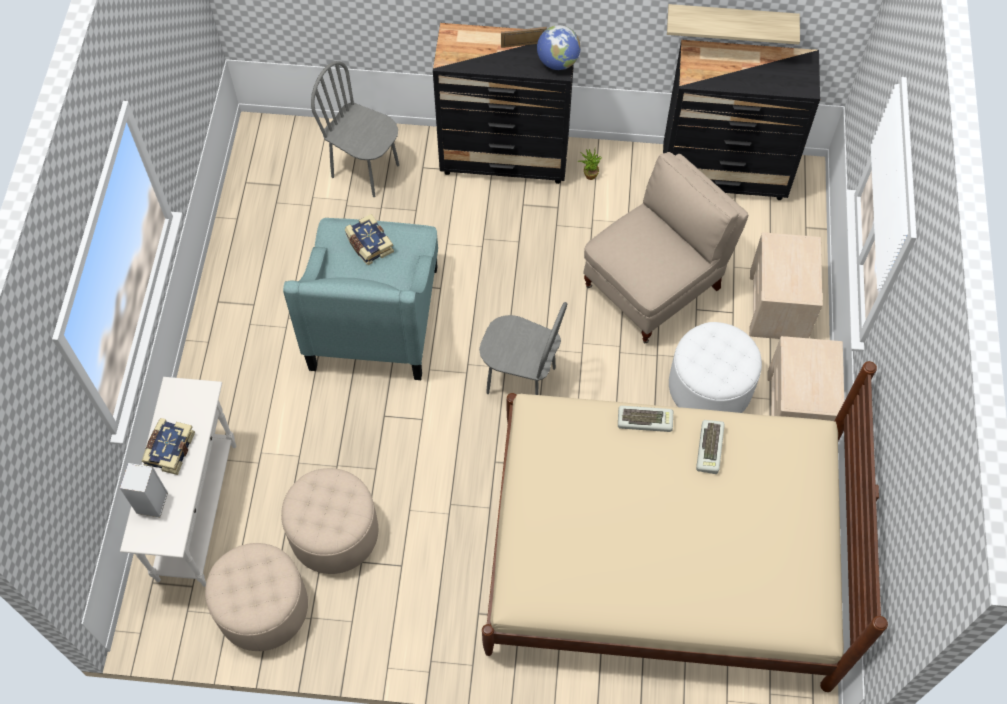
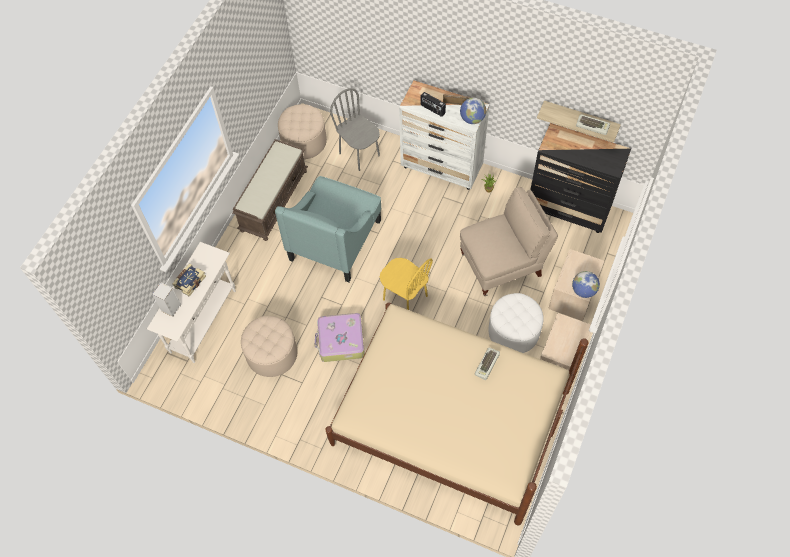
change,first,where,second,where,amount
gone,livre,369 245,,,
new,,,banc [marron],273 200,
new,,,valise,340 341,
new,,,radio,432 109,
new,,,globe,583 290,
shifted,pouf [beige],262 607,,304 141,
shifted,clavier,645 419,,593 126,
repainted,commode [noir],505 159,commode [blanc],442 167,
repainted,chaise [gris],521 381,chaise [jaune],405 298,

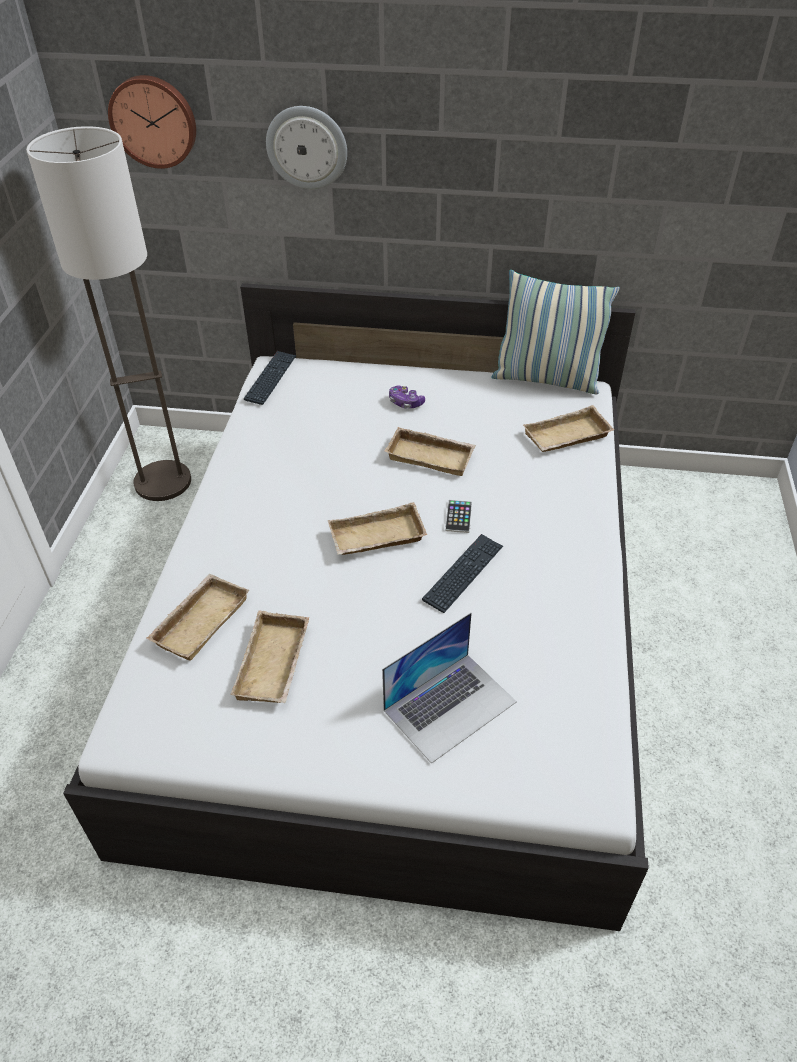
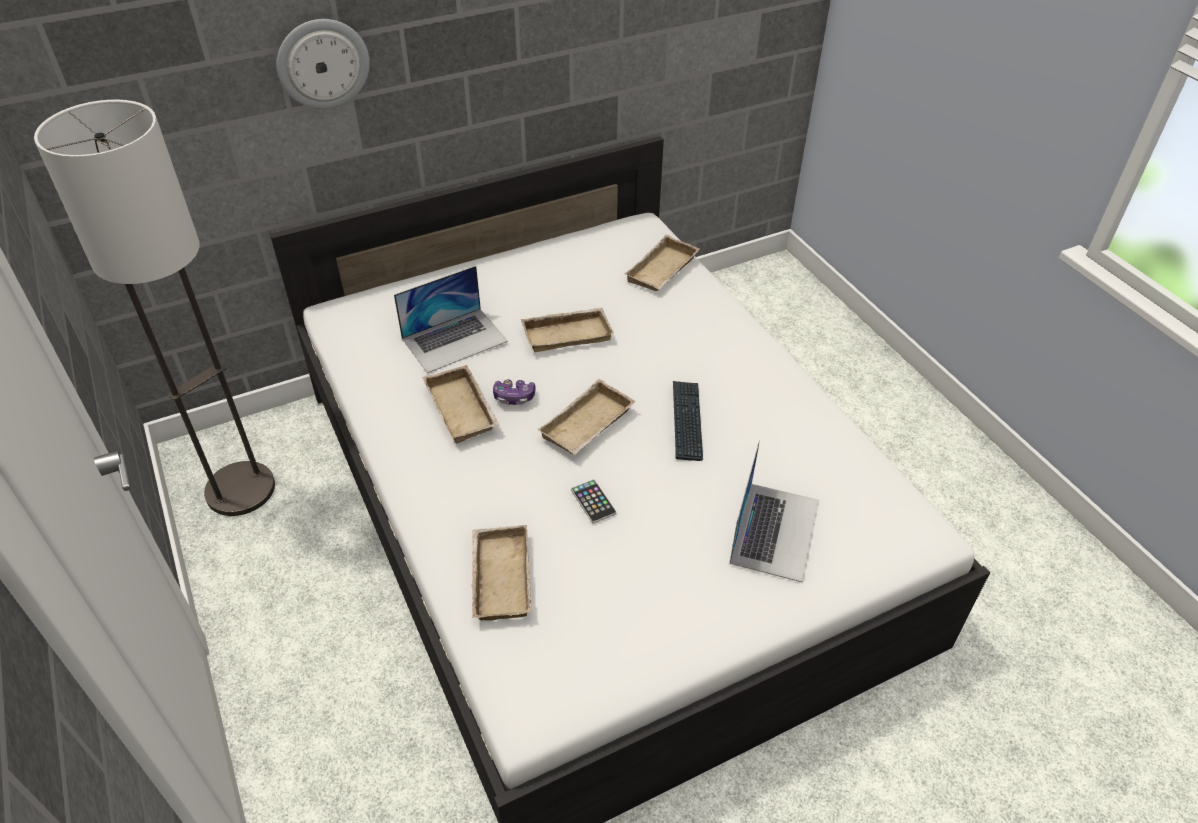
change,first,where,second,where,amount
gone,horloge murale,154 121,,,
gone,clavier,271 378,,,
gone,coussin,546 379,,,
new,,,ordinateur portable,455 339,
shifted,plateau [beige],275 664,,464 409,
shifted,manette,405 403,,514 397,
shifted,téléphone,458 517,,593 501,

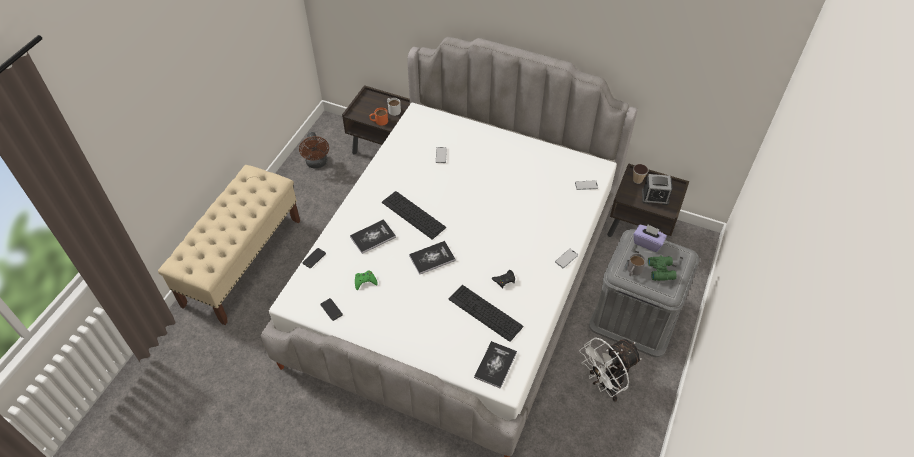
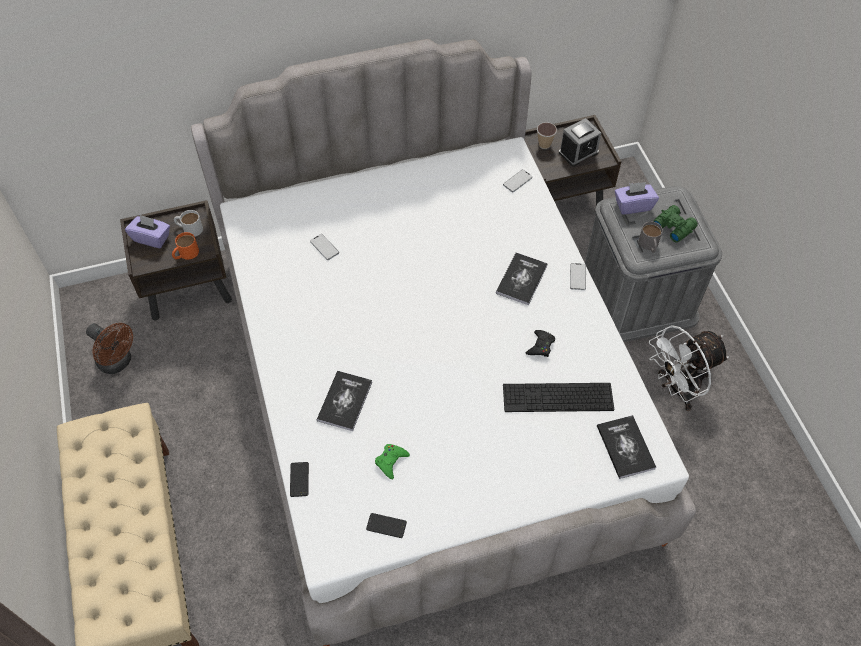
change,first,where,second,where,amount
gone,clavier,413 215,,,
new,,,boîte à mouchoirs [violet],152 238,
shifted,livre,432 258,,521 279,
rotated,ventilateur [blanc],605 384,,677 389,45 degrees clockwise

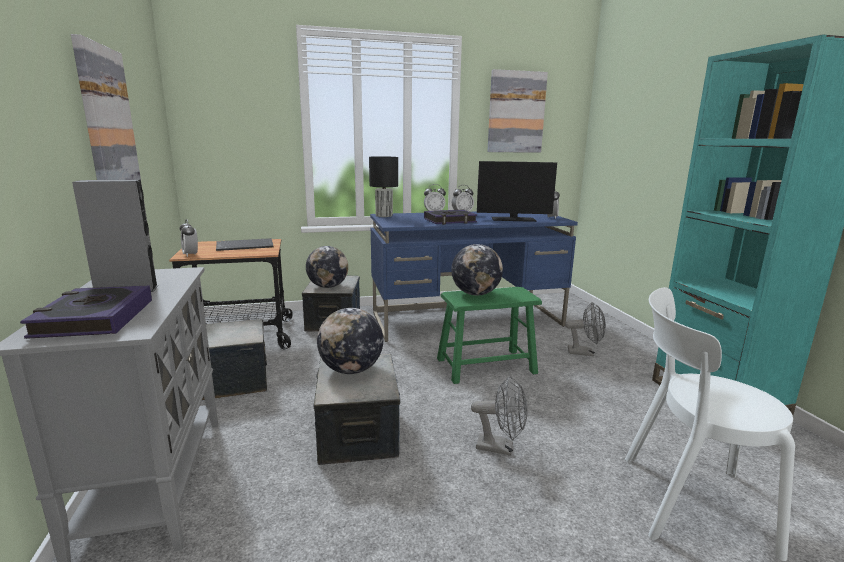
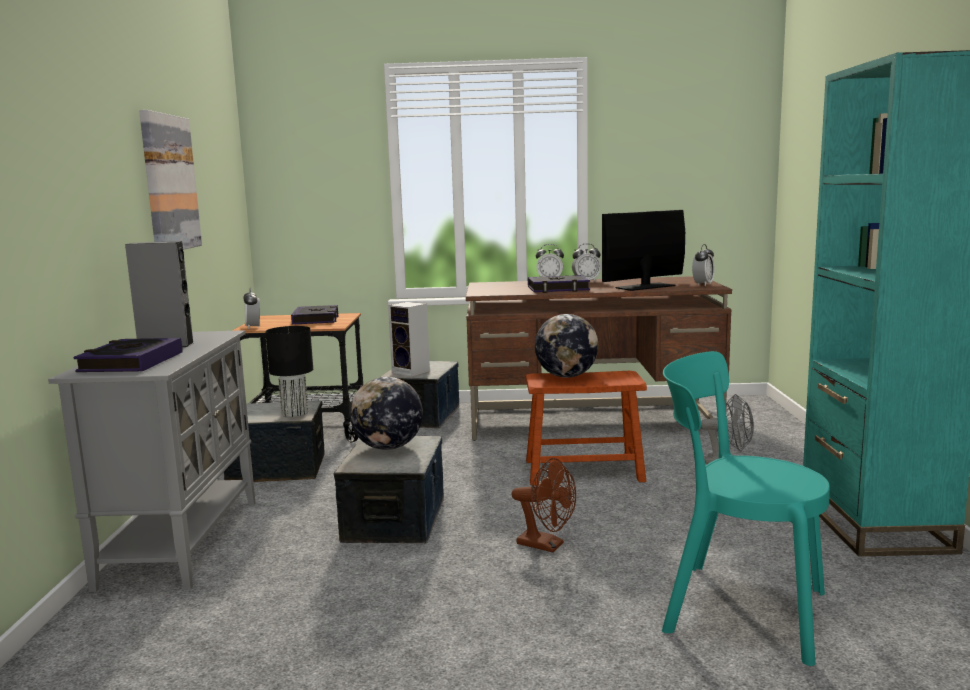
change,first,where,second,where,amount
gone,tableau,516 112,,,
shifted,lampe de table [noir],384 215,,295 414,
swapped,clavier,246 246,livre,316 319,
swapped,globe,328 286,enceinte,412 372,
repainted,bureau [bleu],467 319,bureau [marron],593 422,
repainted,tabouret [vert],486 366,tabouret [marron],583 470,
repainted,ventilateur [gris],501 447,ventilateur [marron],547 545,
repainted,chaise [blanc],686 501,chaise [turquoise],736 608,
rotated,écran d'ordinateur,513 219,,645 287,135 degrees clockwise

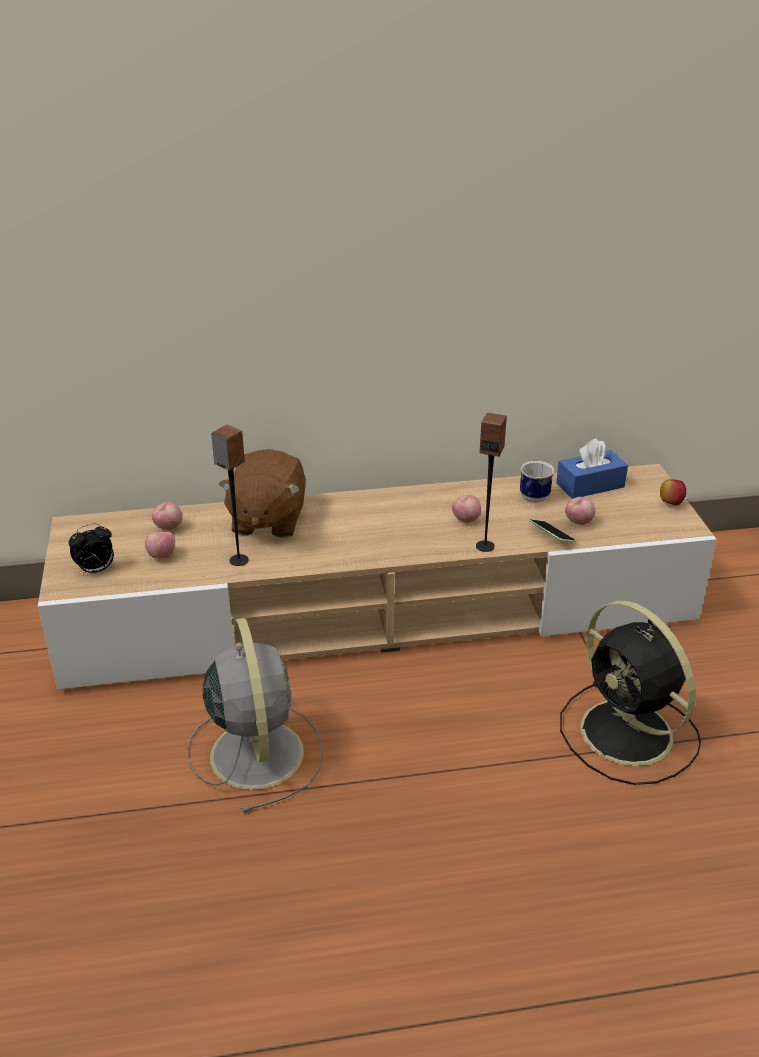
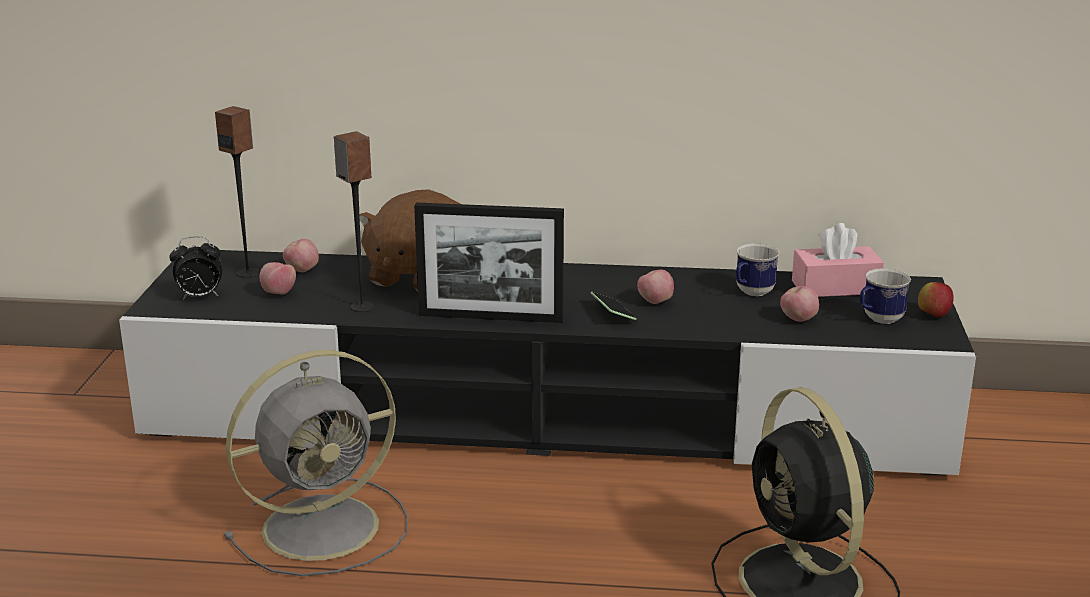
change,first,where,second,where,amount
new,,,cadre photo,490 317,
new,,,mug,878 320,
shifted,enceinte,485 546,,248 273,
shifted,téléphone,551 537,,612 314,
repainted,meuble télé [beige],381 612,meuble télé [noir],547 416,
repainted,boîte à mouchoirs [bleu],590 485,boîte à mouchoirs [rose],835 287,
rotated,ventilateur [gris],256 751,,326 526,60 degrees clockwise

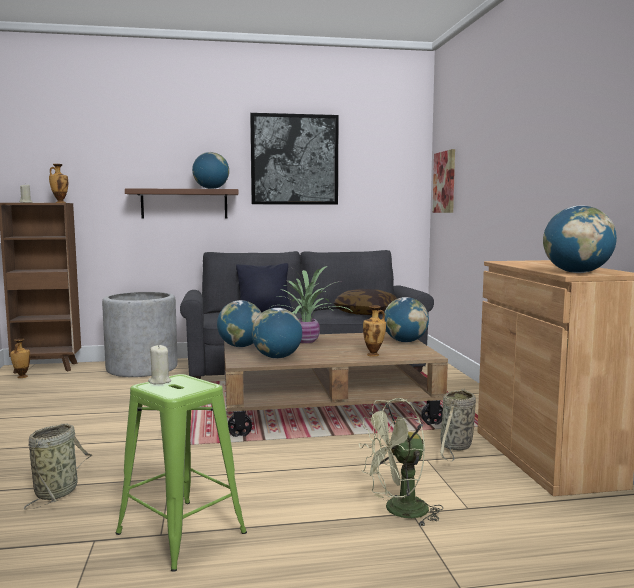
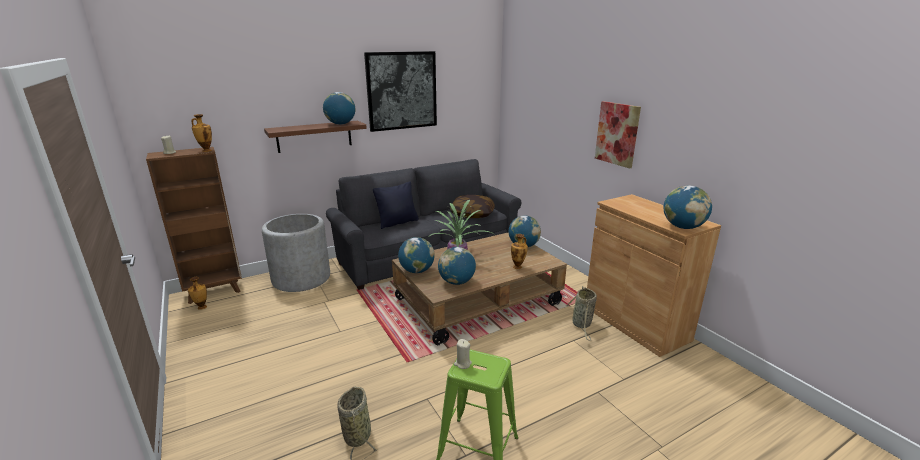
change,first,where,second,where,amount
gone,ventilateur [vert],398 511,,,
shifted,tableau,444 182,,617 134,

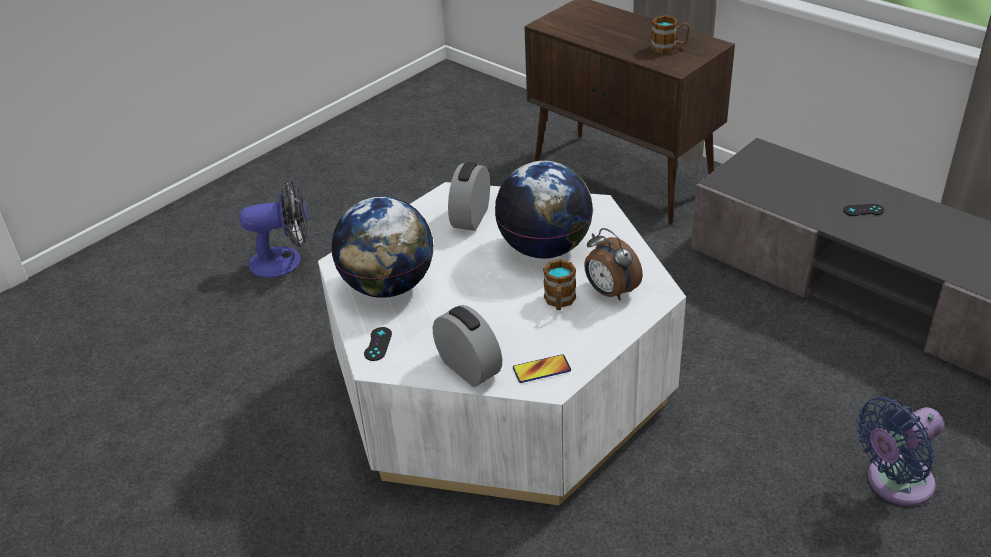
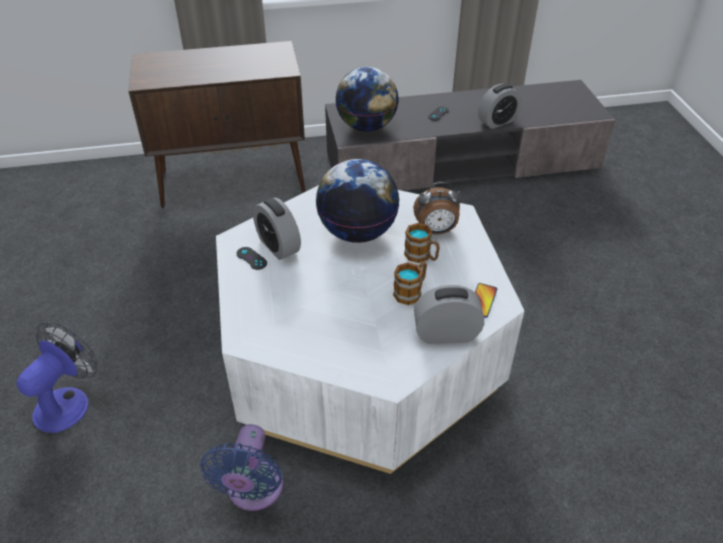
change,first,where,second,where,amount
new,,,réveil,497 121,
shifted,globe,387 286,,366 127,
shifted,manette [noir],378 344,,251 258,
shifted,mug,669 47,,411 291,
shifted,ventilateur [bleu],894 484,,253 491,

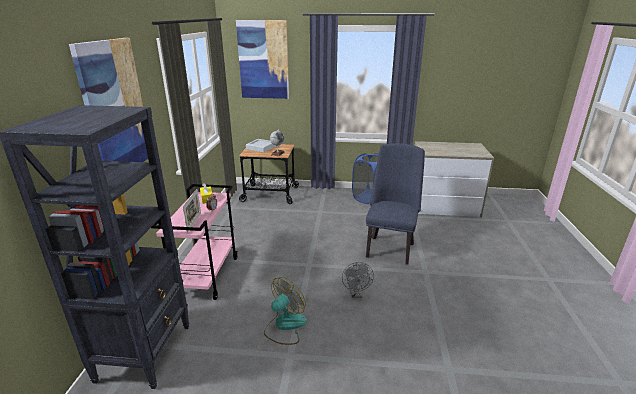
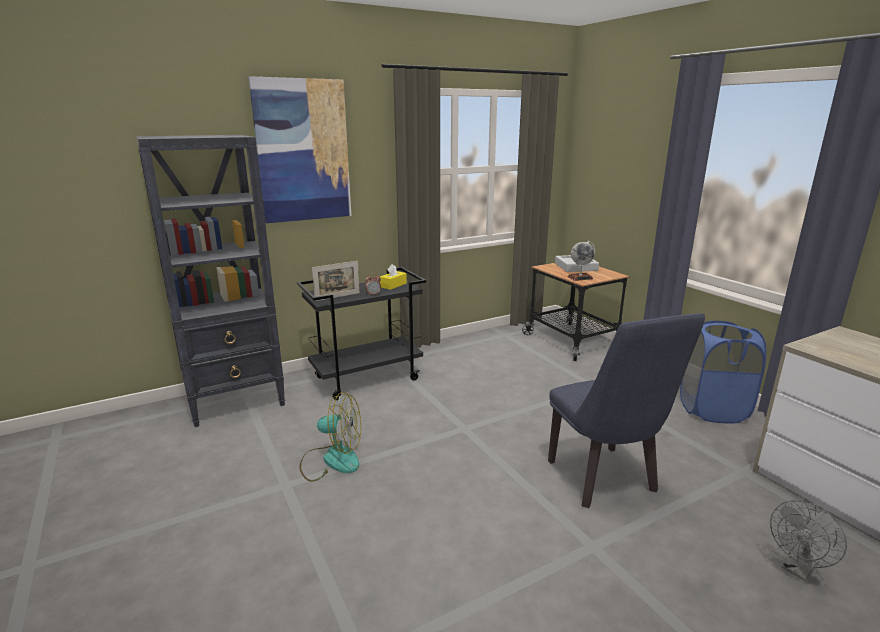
change,first,where,second,where,amount
gone,tableau,263 60,,,
shifted,ventilateur [gris],356 294,,798 569,
repainted,chariot [rose],206 276,chariot [noir],367 378,
rotated,chaise [bleu],390 247,,606 481,90 degrees clockwise

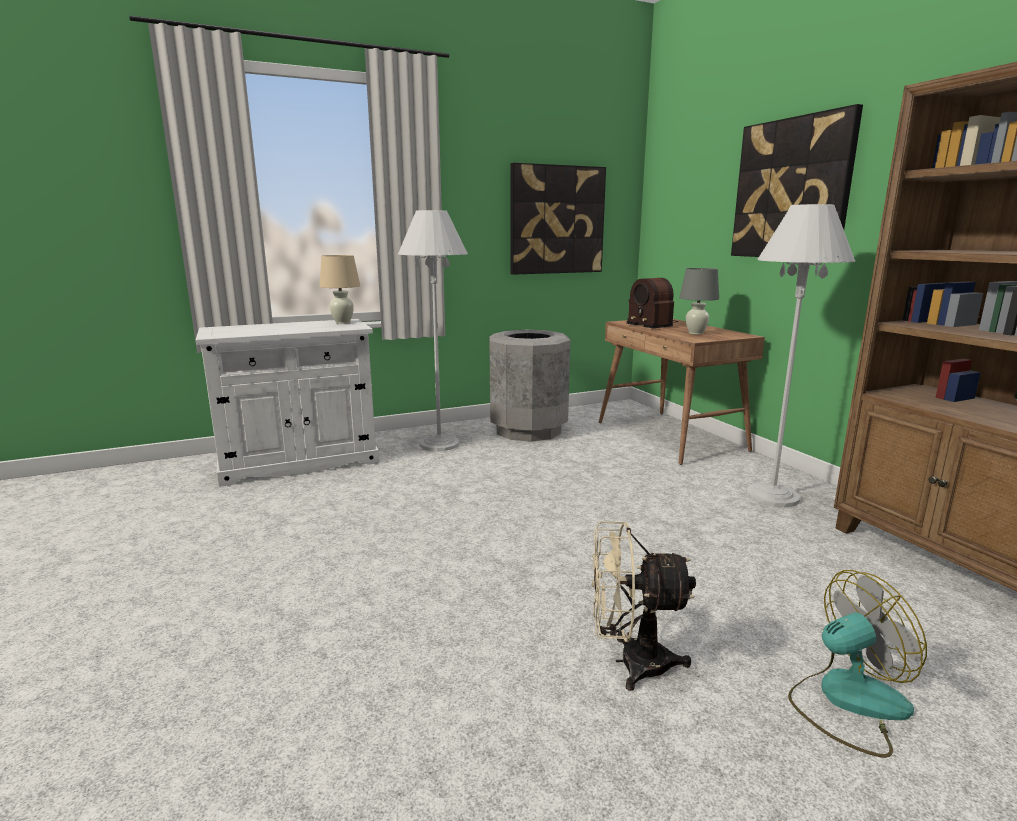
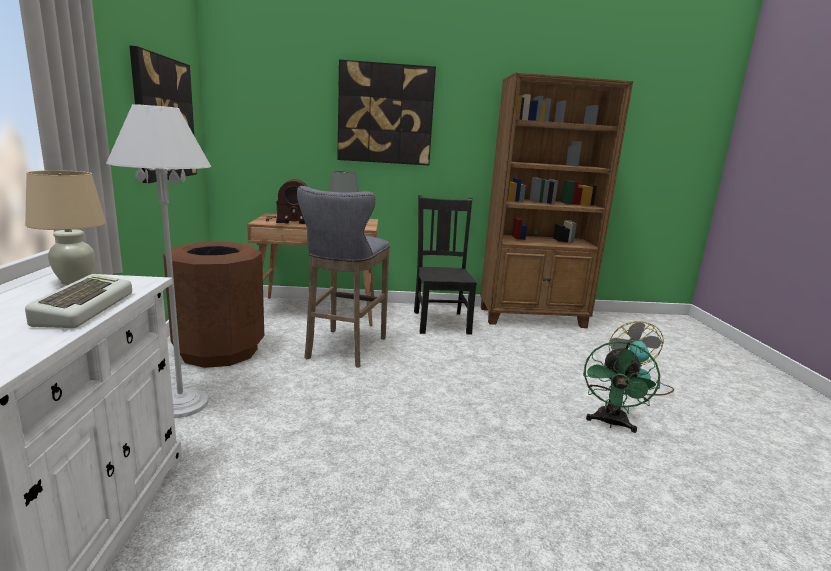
change,first,where,second,where,amount
new,,,clavier,83 308,
new,,,tabouret [gris],344 349,
swapped,lampadaire [blanc],772 496,chaise [noir],441 321,
repainted,poubelle [gris],528 430,poubelle [marron],219 351,
repainted,ventilateur [beige],630 662,ventilateur [vert],610 423,

